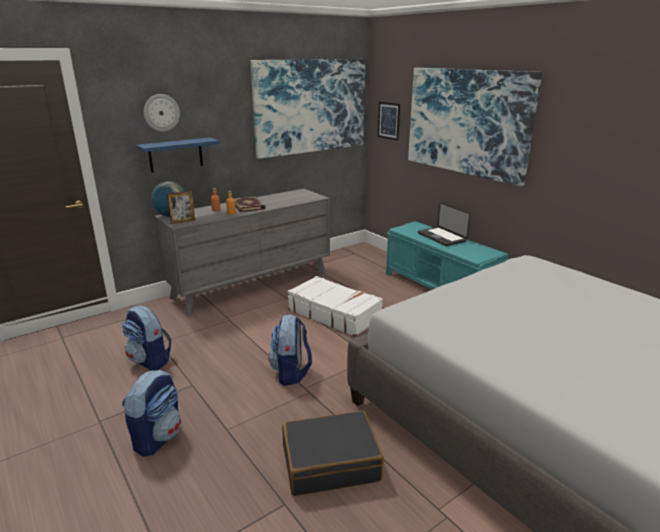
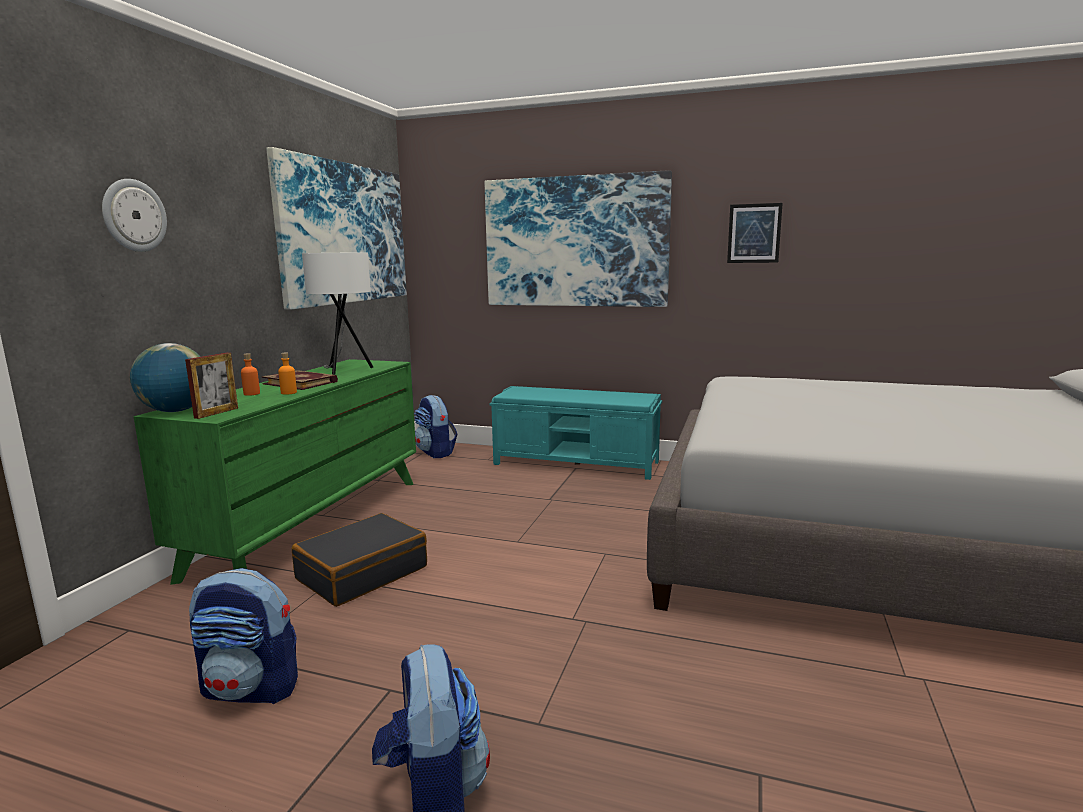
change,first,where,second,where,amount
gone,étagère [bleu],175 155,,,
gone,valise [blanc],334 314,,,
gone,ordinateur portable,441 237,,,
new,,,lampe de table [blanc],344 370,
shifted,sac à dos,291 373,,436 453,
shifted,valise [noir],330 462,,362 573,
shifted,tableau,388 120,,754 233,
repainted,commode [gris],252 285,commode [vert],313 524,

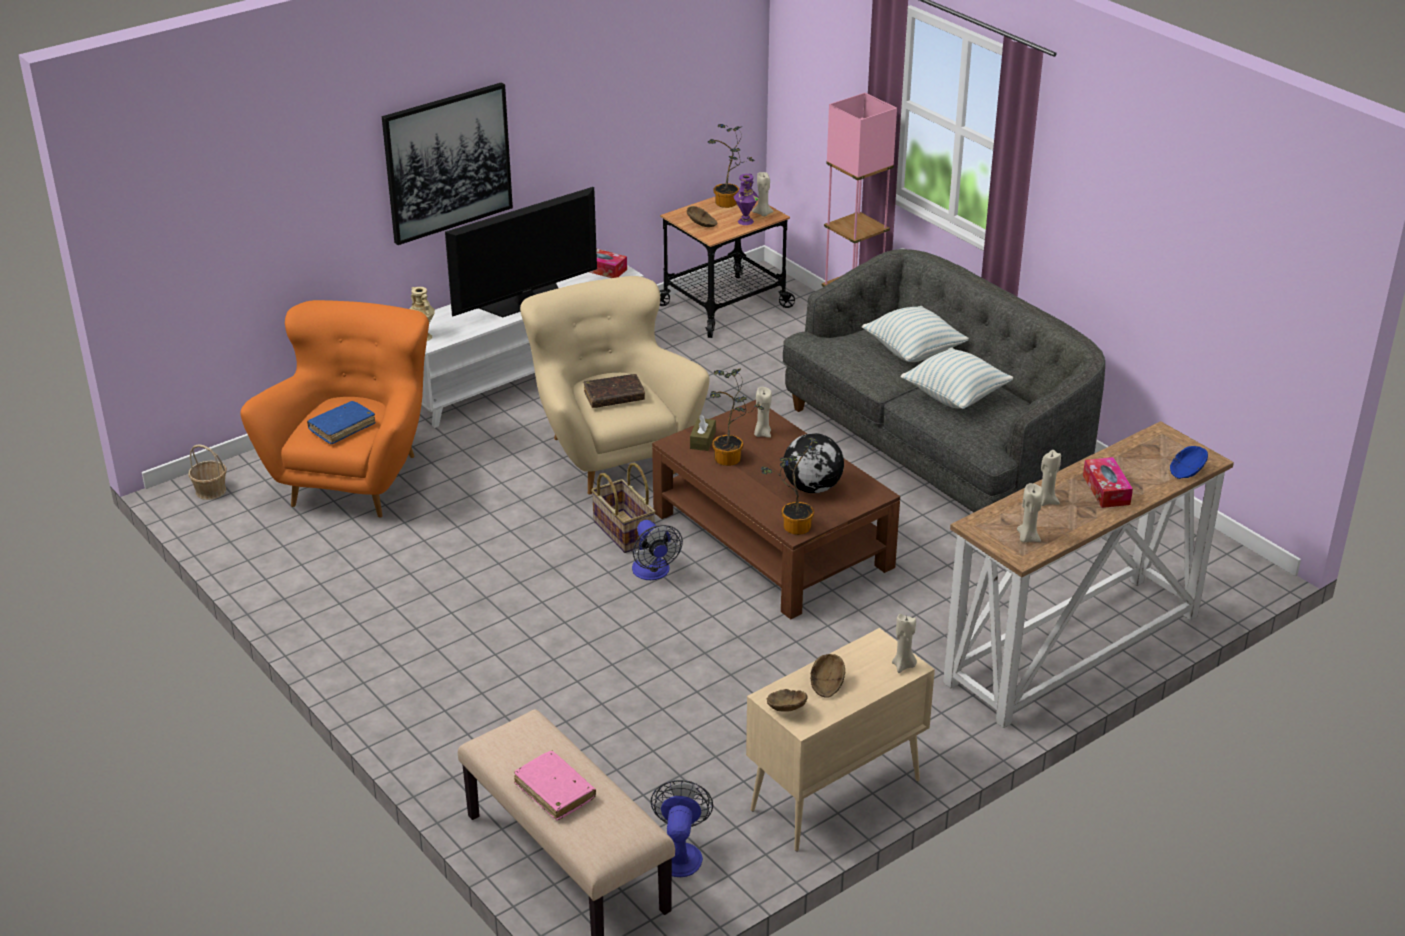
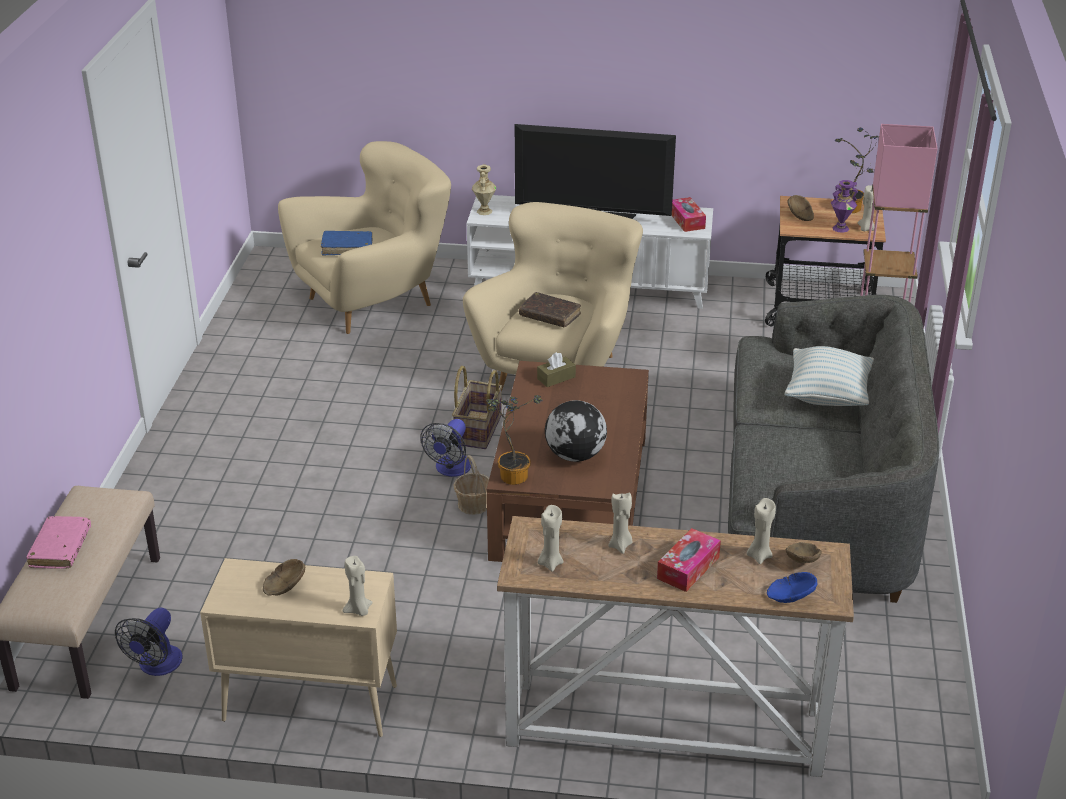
change,first,where,second,where,amount
gone,tableau,447 162,,,
gone,plante en pot,731 459,,,
gone,coussin,955 397,,,
shifted,panier,211 491,,473 505,
shifted,bougie [beige],762 434,,759 556,
shifted,bol [marron],786 708,,802 560,
repainted,fauteuil [orange],356 478,fauteuil [beige],373 301,
rotated,ventilateur,680 853,,156 666,150 degrees clockwise

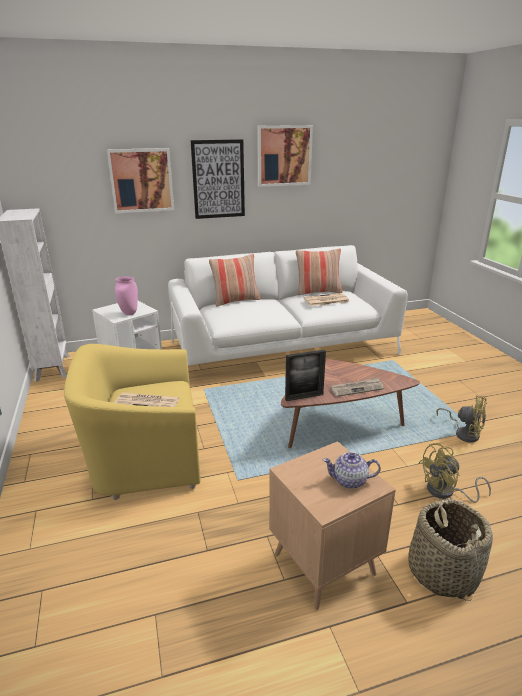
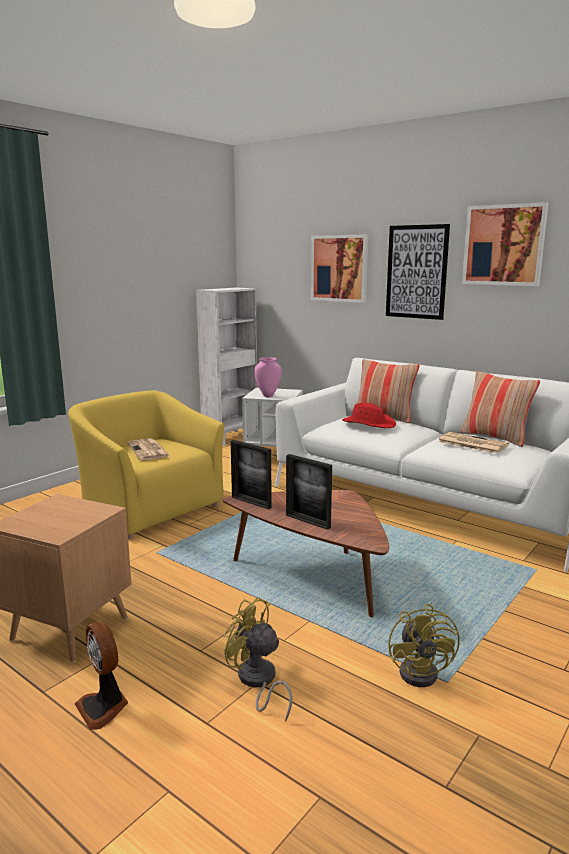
change,first,where,second,where,amount
gone,théière,350 481,,,
new,,,chapeau [rouge],368 423,
swapped,journal,357 388,cadre photo,308 521,
swapped,panier,442 571,ventilateur,104 707,

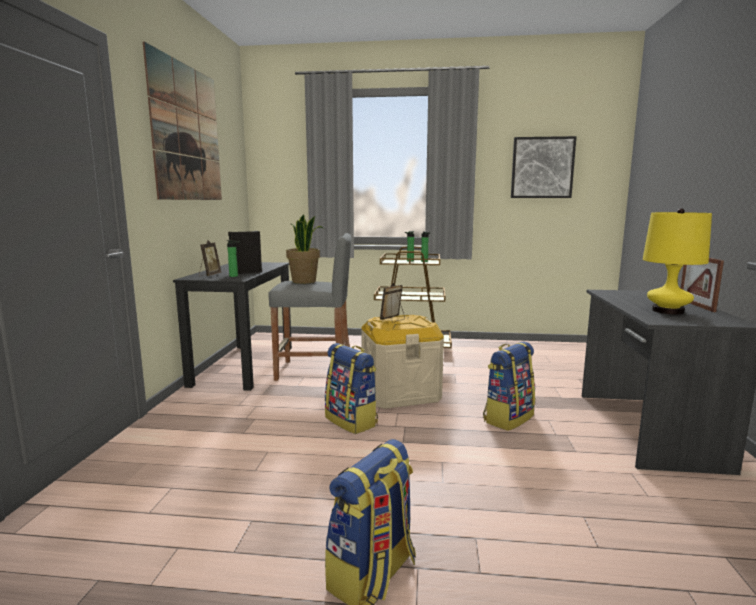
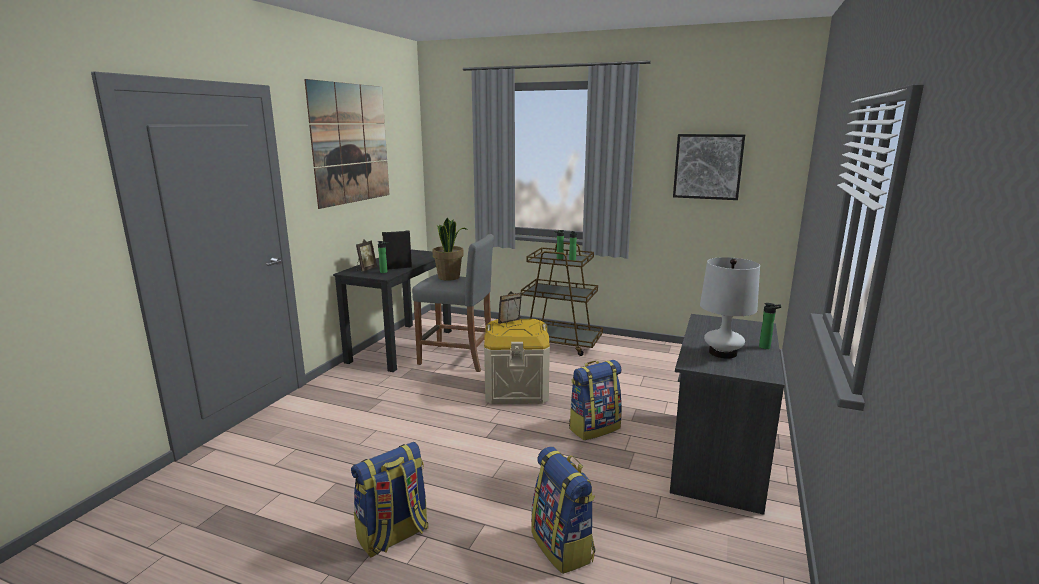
change,first,where,second,where,amount
shifted,sac à dos,352 421,,563 546,
swapped,cadre photo,696 305,bouteille,766 347,
repainted,lampe de table [jaune],668 311,lampe de table [blanc],722 353,

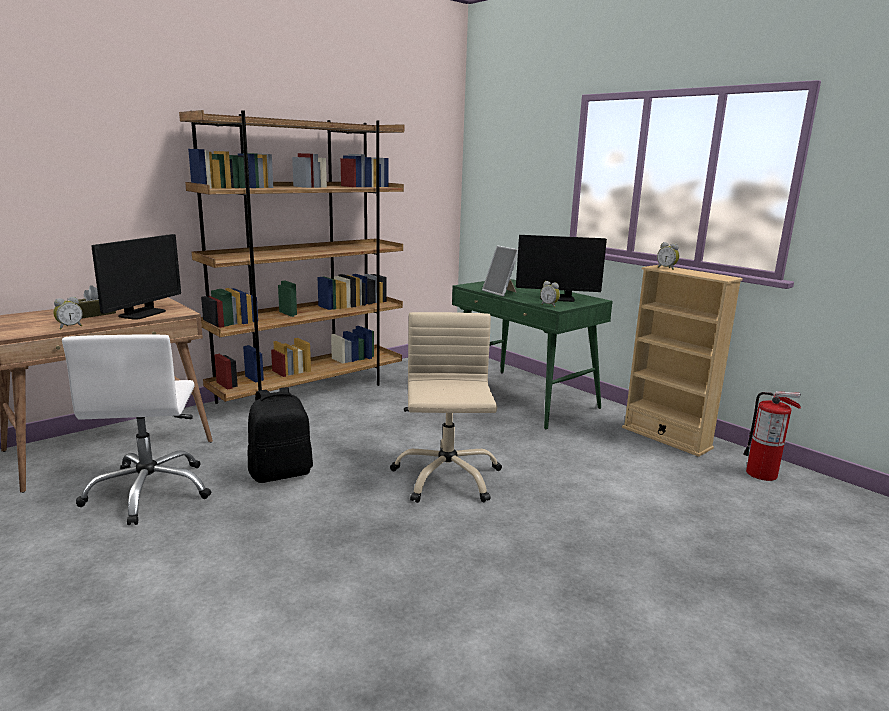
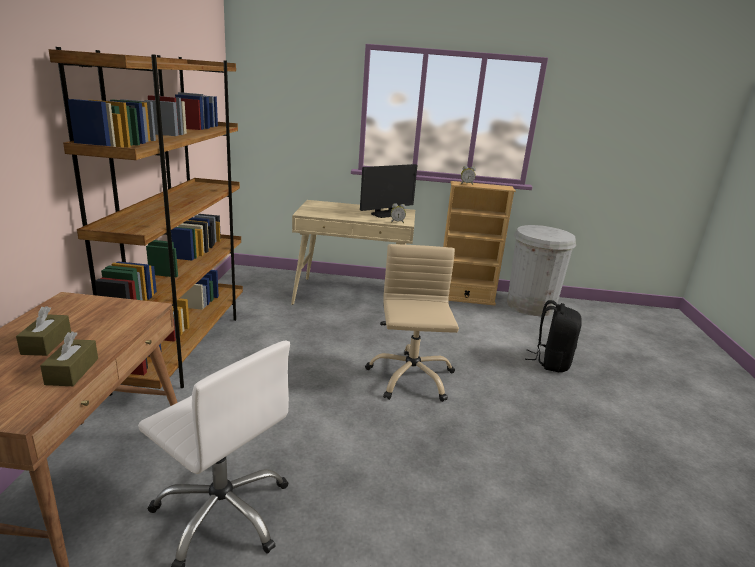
change,first,where,second,where,amount
gone,écran d'ordinateur,142 314,,,
gone,cadre photo,501 292,,,
shifted,sac à dos [noir],281 473,,550 362,
swapped,réveil,69 327,boîte à mouchoirs [marron],72 371,
swapped,extincteur,762 474,poubelle [blanc],530 305,
repainted,bureau [vert],522 398,bureau [beige],352 296,
rotated,chaise de bureau [beige],446 477,,410 377,45 degrees clockwise

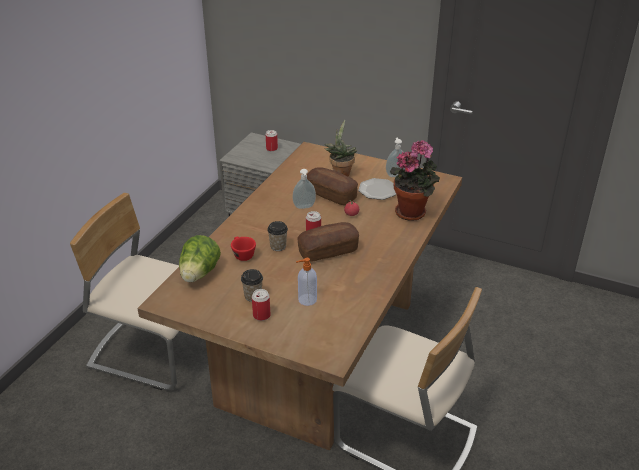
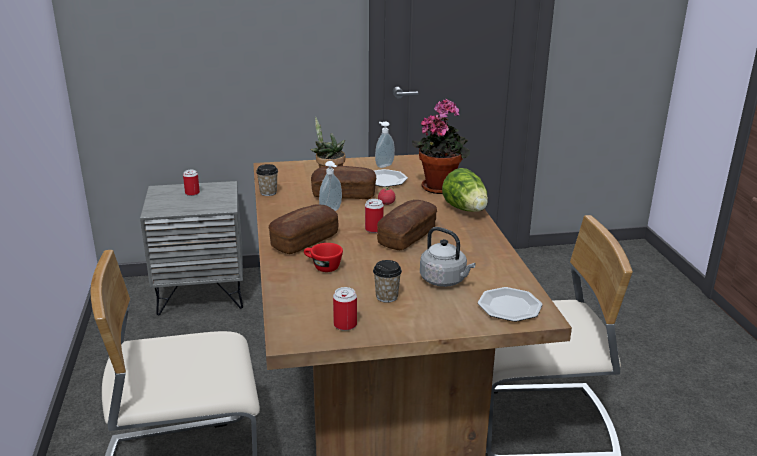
change,first,where,second,where,amount
new,,,pain,304 241,
new,,,assiette,509 307,
shifted,laitue,199 274,,466 210,
shifted,boîte métallique,261 315,,345 325,
shifted,tasse,278 246,,268 192,
swapped,distributeur de savon,306 300,bouilloire [gris],445 280,

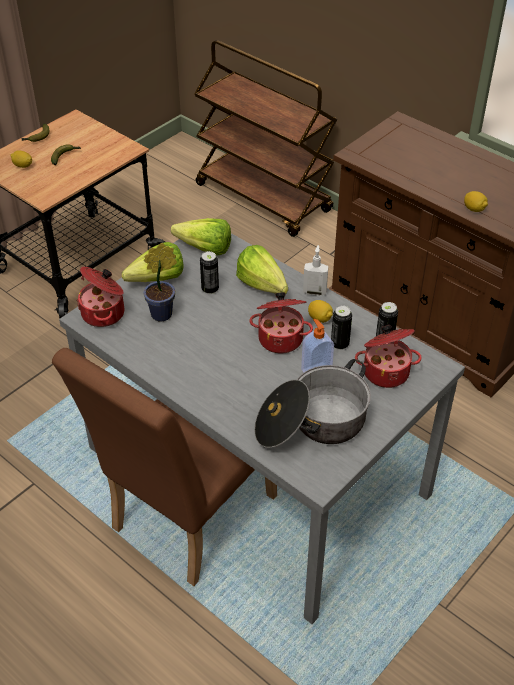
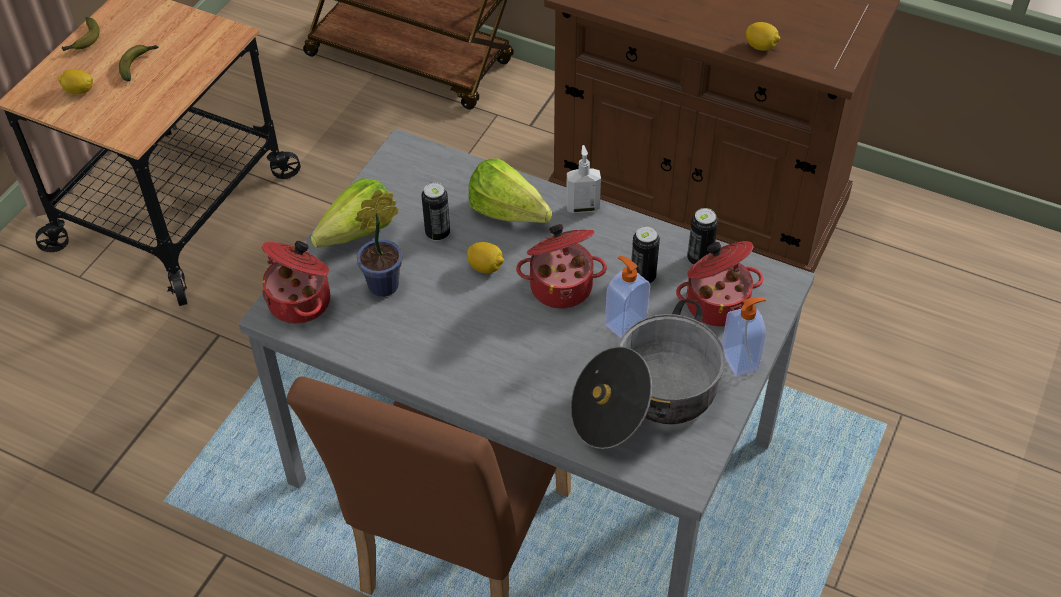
change,first,where,second,where,amount
gone,laitue,201 247,,,
new,,,distributeur de savon,741 360,
shifted,citron,320 318,,485 267,

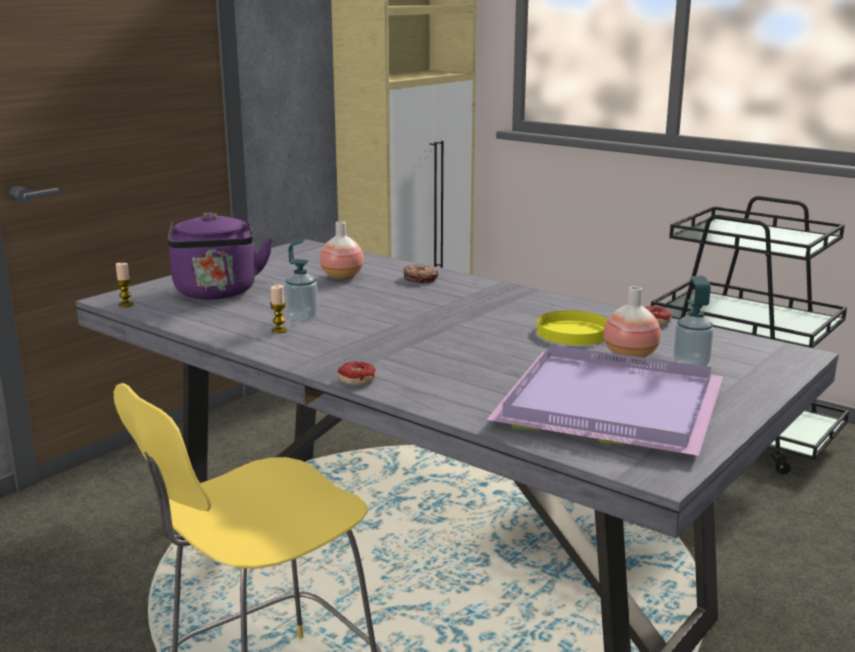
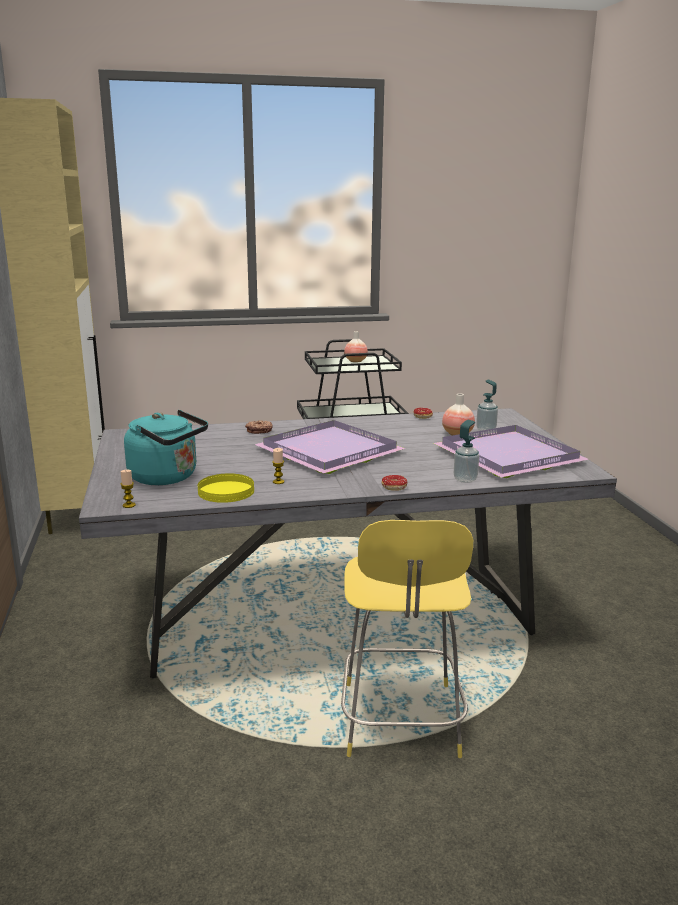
change,first,where,second,where,amount
new,,,plateau [violet],329 452,
shifted,distributeur de savon,302 317,,465 479,
shifted,vase,342 277,,355 361,
shifted,assiette [jaune],572 332,,225 491,
repainted,bouilloire [violet],217 293,bouilloire [turquoise],167 477,

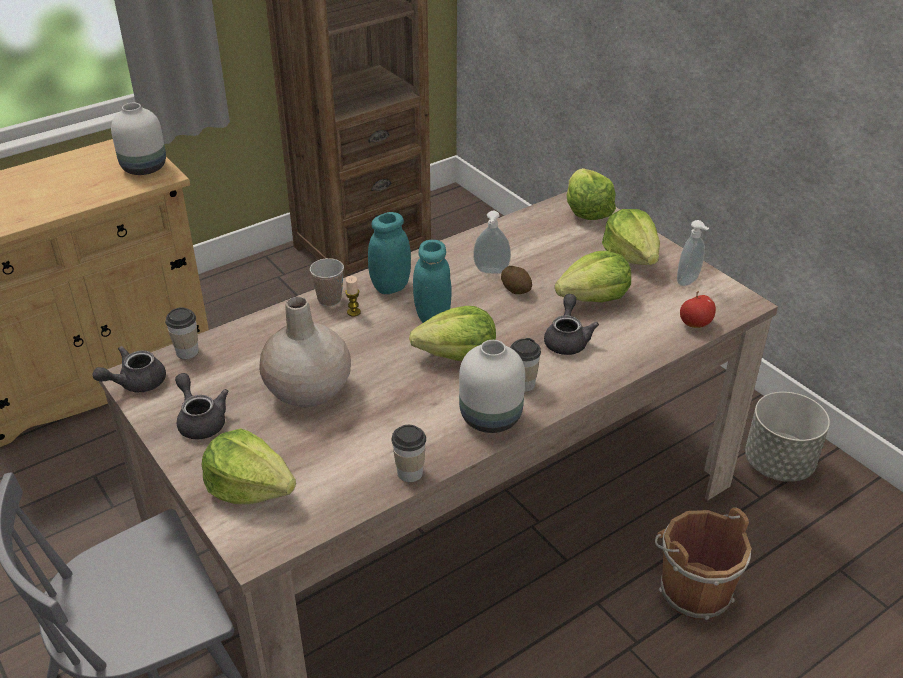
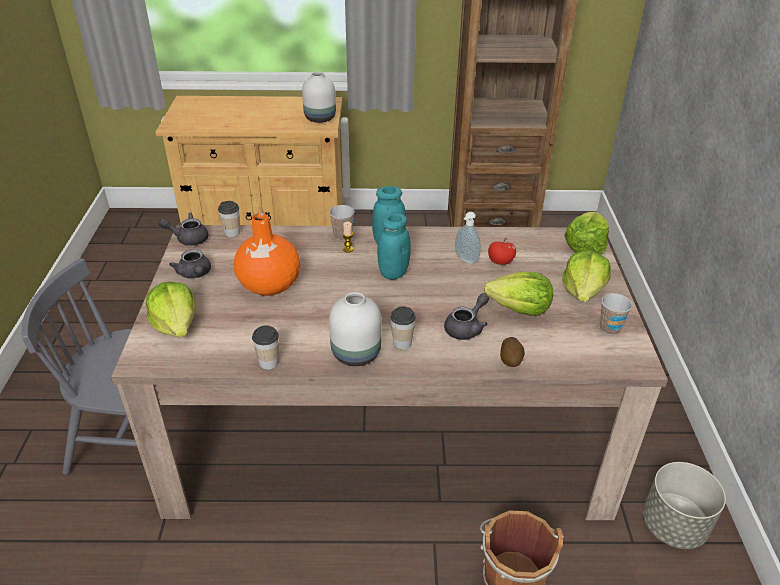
change,first,where,second,where,amount
gone,laitue,457 354,,,
shifted,pomme de terre,516 289,,511 360,
shifted,pomme,695 324,,500 262,
swapped,distributeur de savon,689 281,tasse,609 328,
repainted,vase [beige],307 390,vase [orange],269 284,
rotated,théière [gris],200 420,,195 274,150 degrees clockwise

